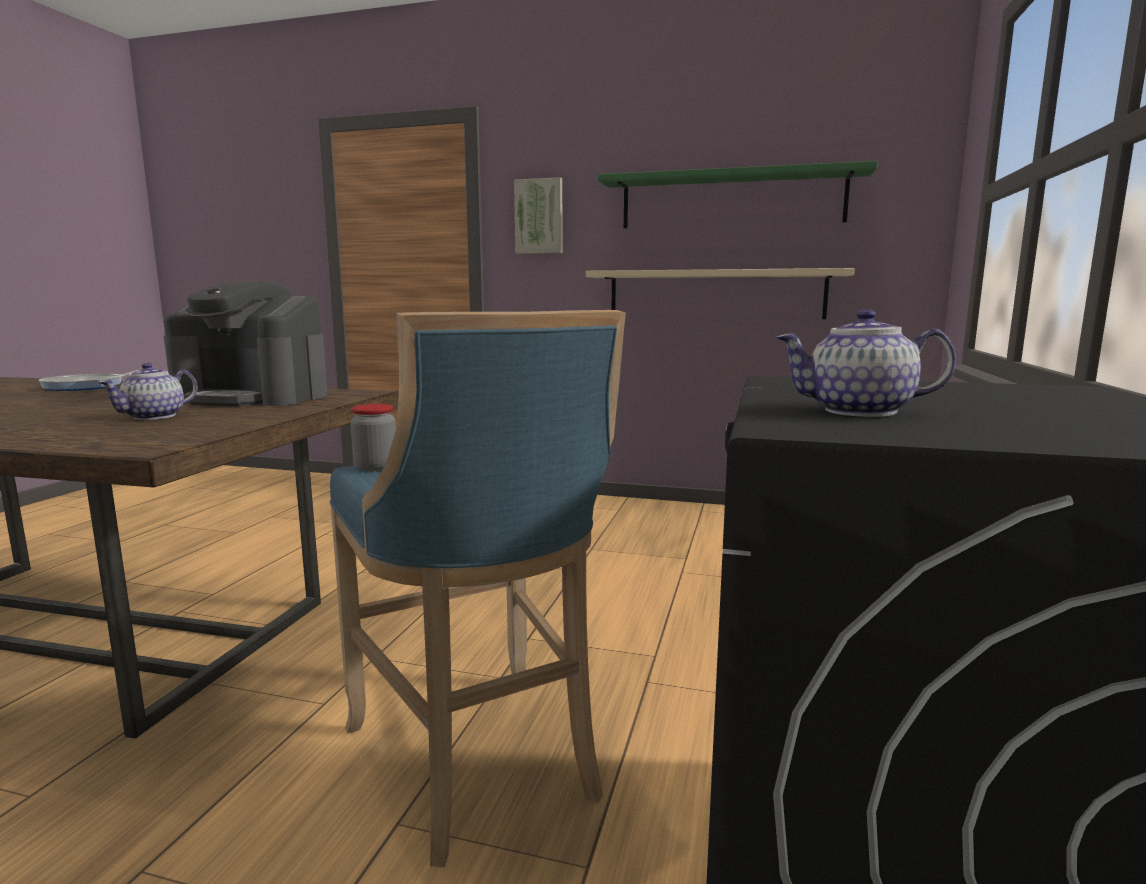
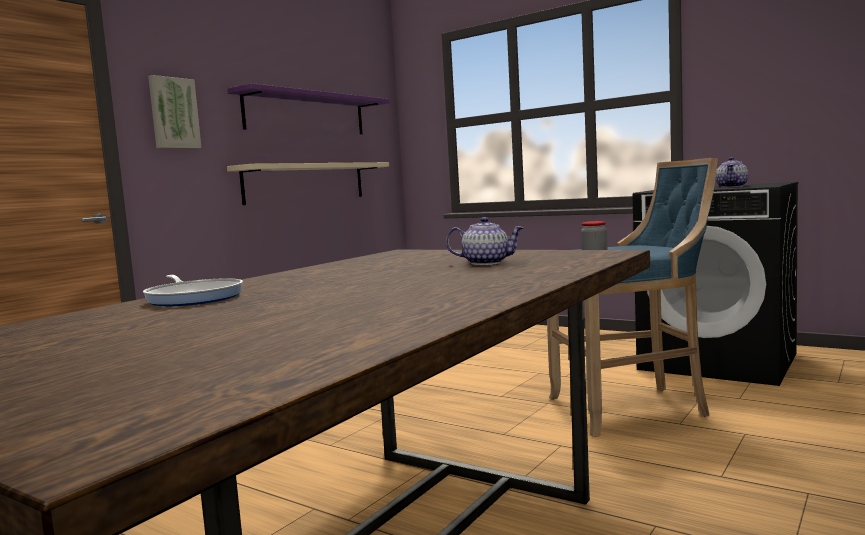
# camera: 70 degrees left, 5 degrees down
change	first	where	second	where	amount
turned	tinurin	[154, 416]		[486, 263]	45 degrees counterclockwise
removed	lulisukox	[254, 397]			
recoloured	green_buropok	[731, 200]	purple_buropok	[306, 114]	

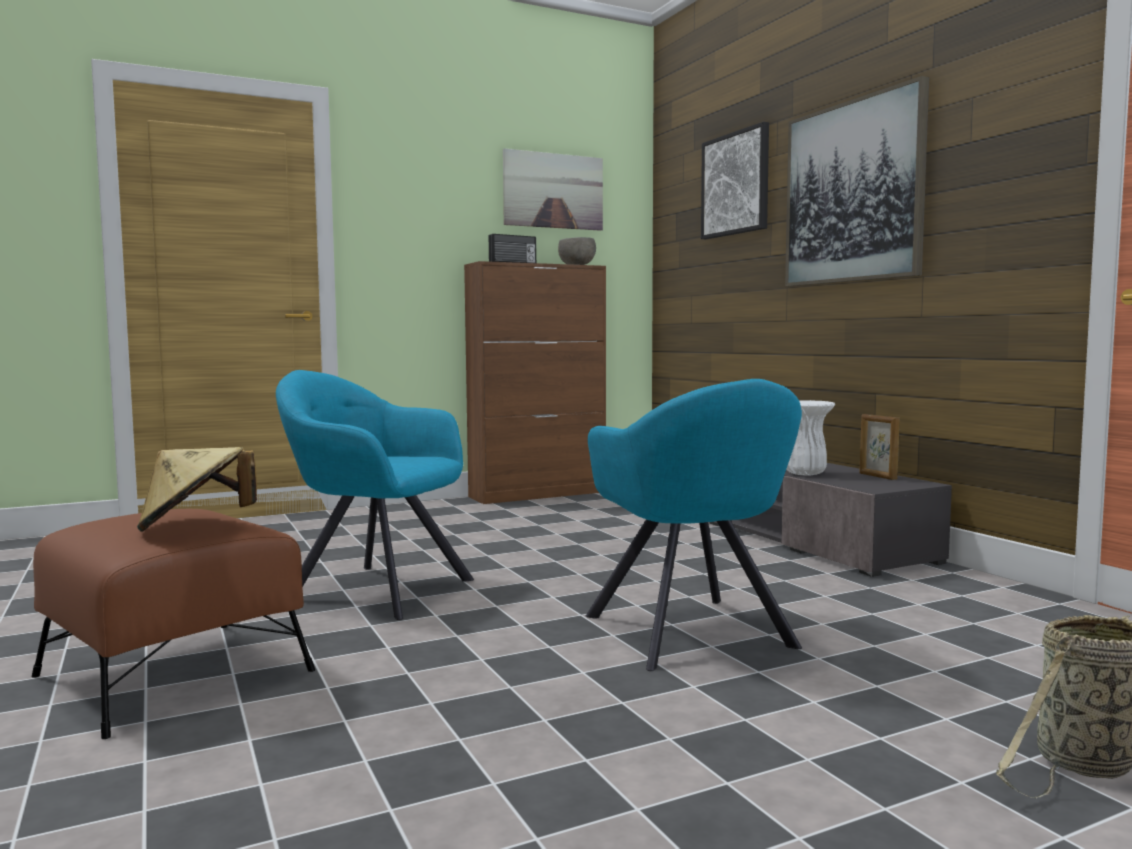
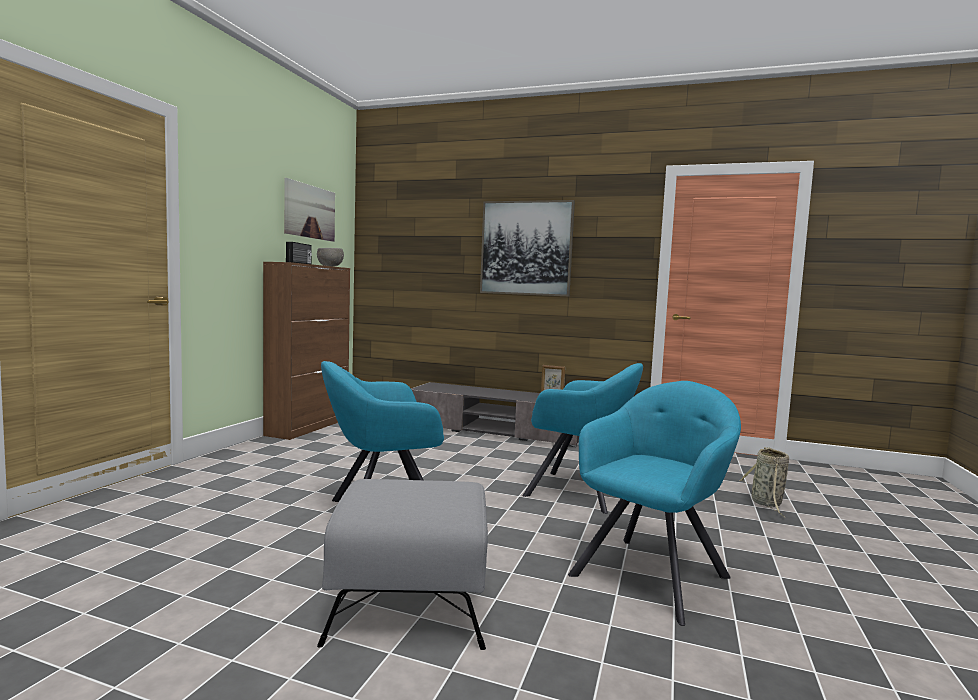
# camera: 45 degrees left, 0 degrees up
change	first	where	second	where	amount
recoloured	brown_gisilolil	[174, 674]	grey_gisilolil	[412, 602]	
removed	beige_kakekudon	[195, 526]			
removed	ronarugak	[736, 184]			
removed	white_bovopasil	[805, 474]			
added			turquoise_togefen	[652, 573]	

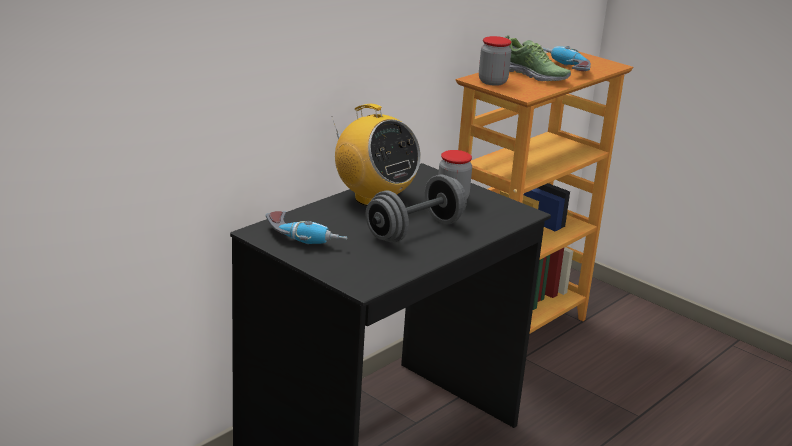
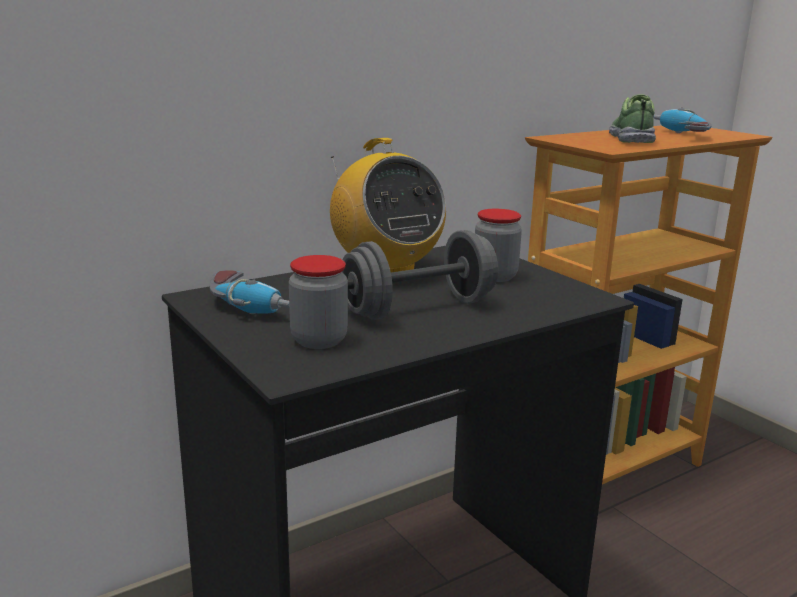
# camera: 15 degrees right, 5 degrees down
change	first	where	second	where	amount
moved	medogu	[492, 82]		[319, 340]	
turned	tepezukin	[534, 75]		[632, 138]	135 degrees counterclockwise

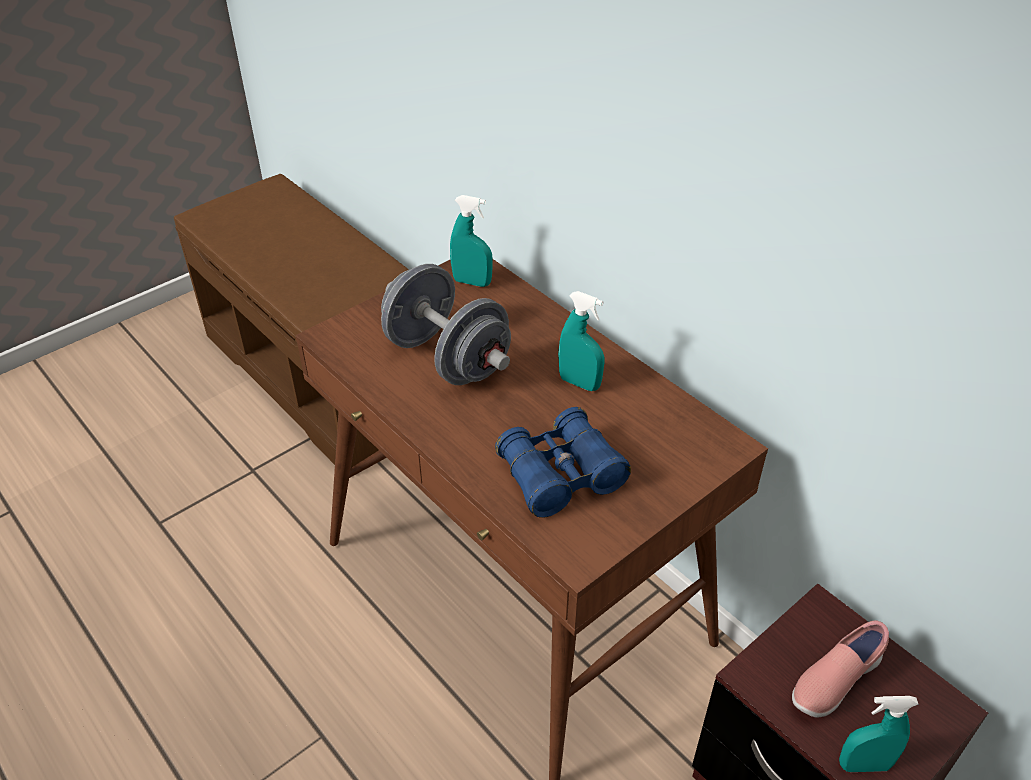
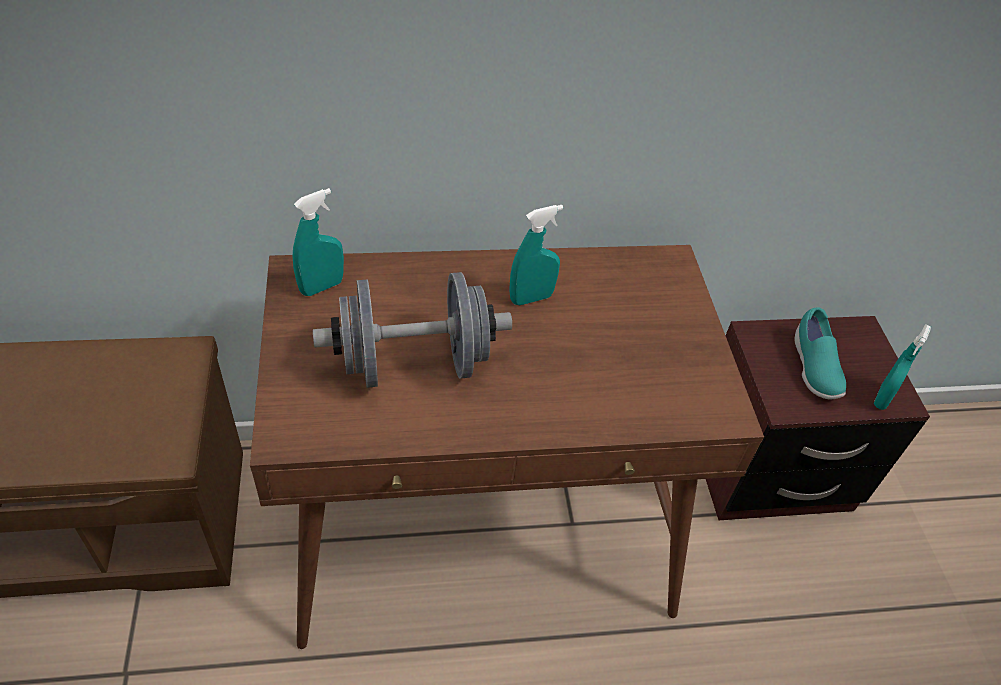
# camera: 60 degrees left, 5 degrees up
change	first	where	second	where	amount
removed	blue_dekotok	[560, 475]			
recoloured	pink_tepezukin	[834, 680]	turquoise_tepezukin	[813, 368]	

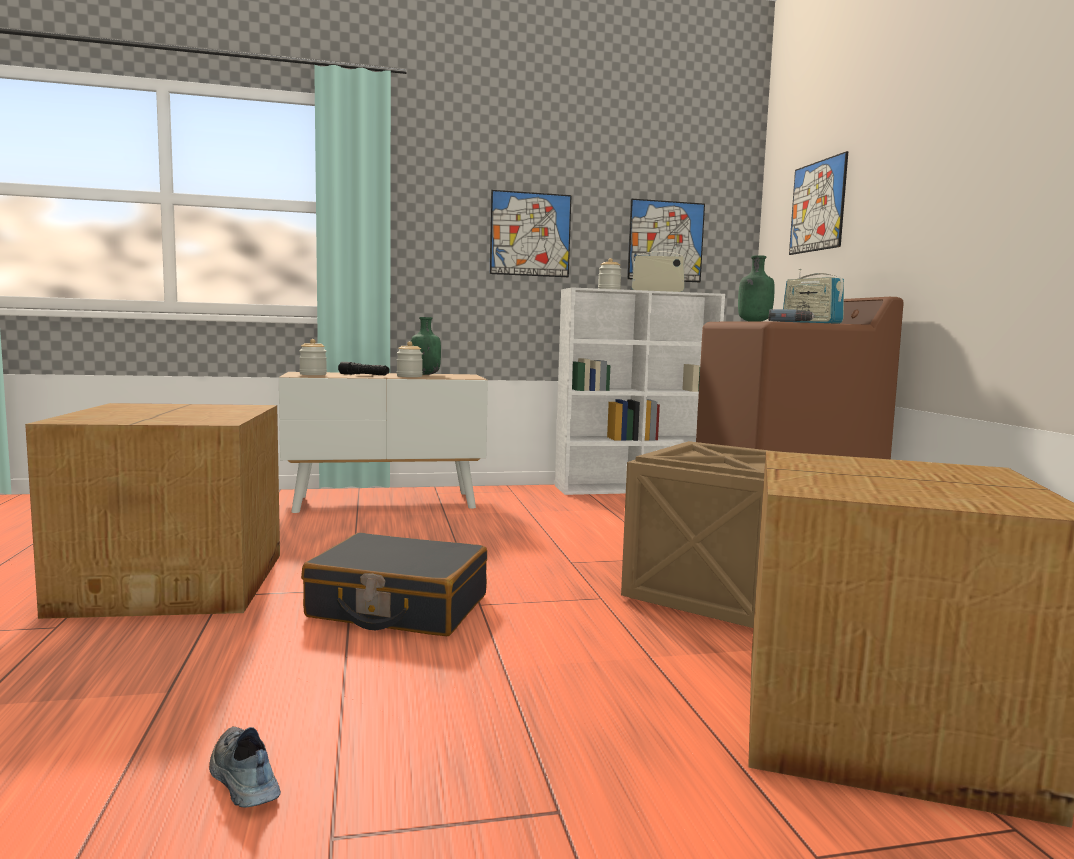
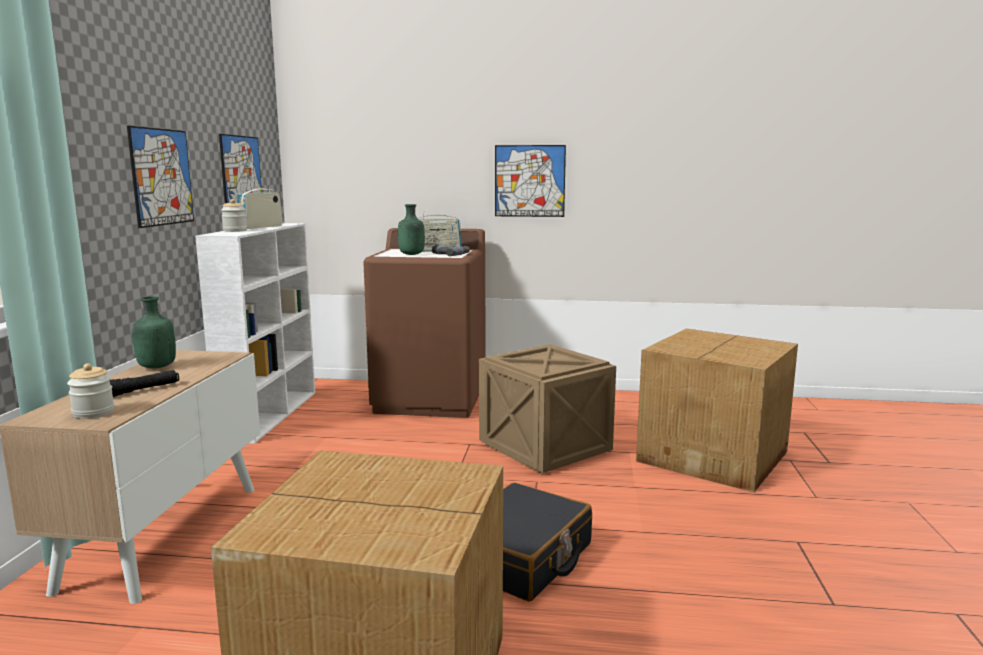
# camera: 70 degrees left, 5 degrees up
change	first	where	second	where	amount
removed	tepezukin	[242, 780]			
removed	medogu	[409, 376]			
moved	ronarugak	[817, 206]		[529, 181]	

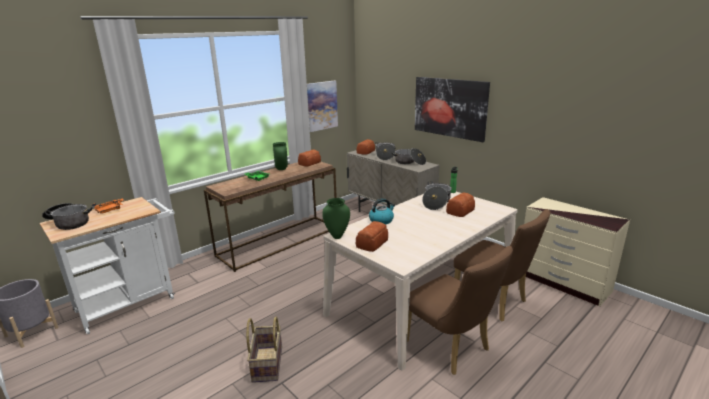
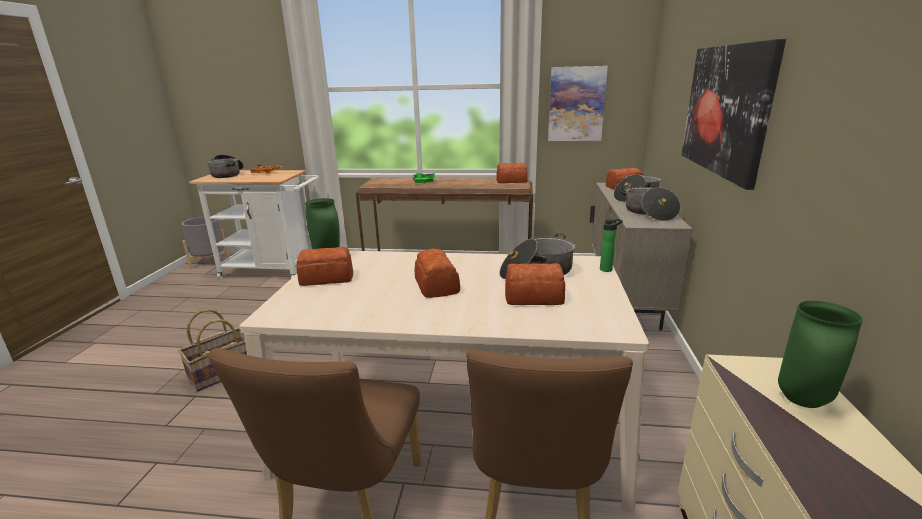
# camera: 50 degrees right, 0 degrees up
change	first	where	second	where	amount
moved	green_bovopasil	[282, 169]		[804, 401]	
removed	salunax	[381, 220]			
added			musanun	[436, 286]	

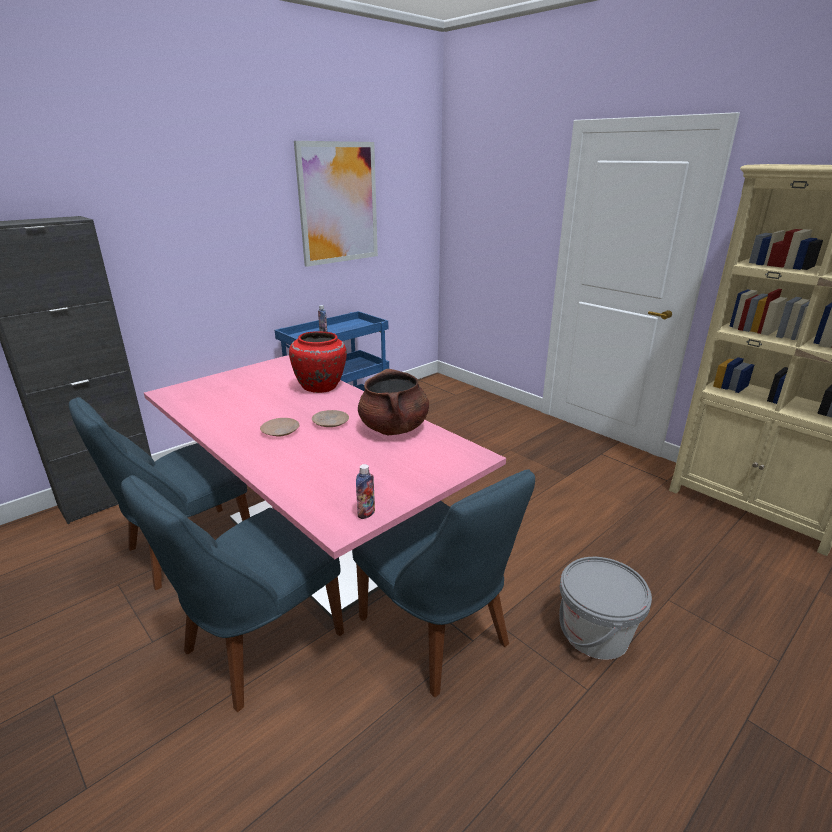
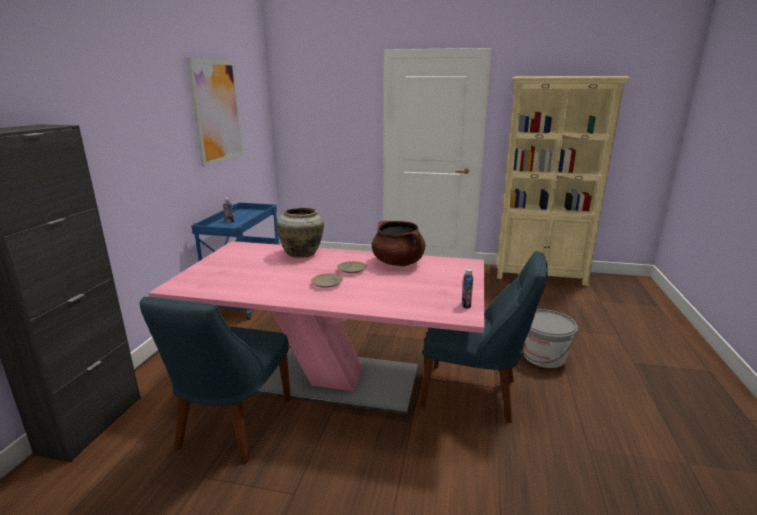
# camera: 35 degrees left, 5 degrees down
change	first	where	second	where	amount
removed	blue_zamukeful	[257, 645]			
recoloured	red_bovopasil	[321, 387]	beige_bovopasil	[302, 253]	

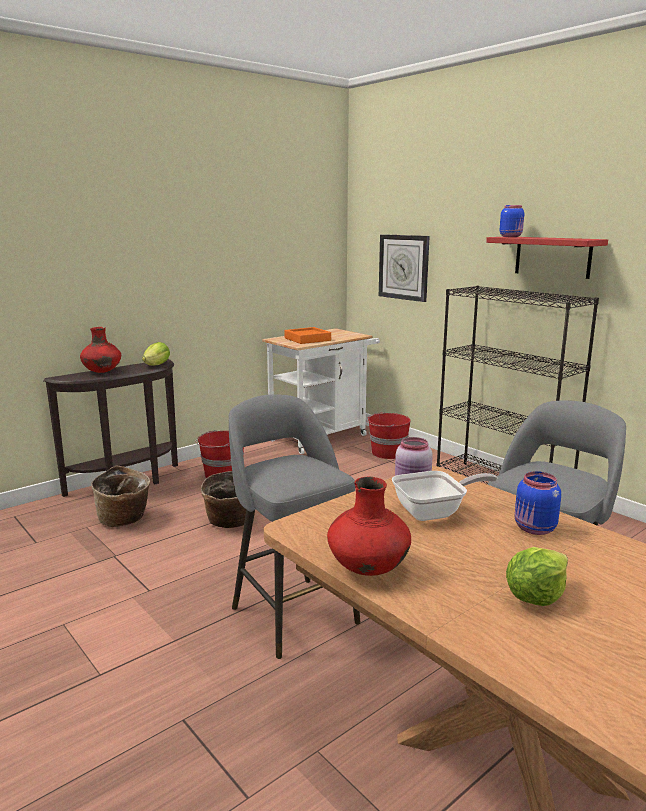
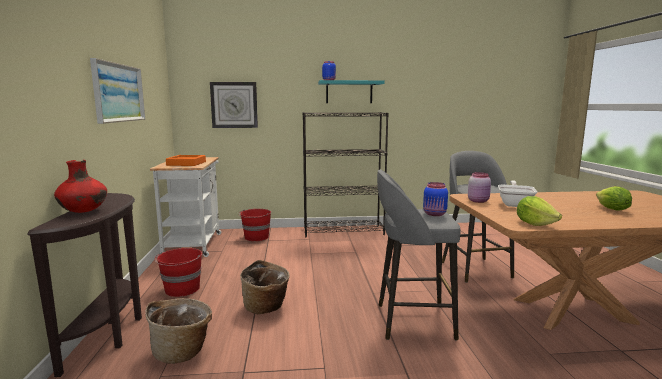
# camera: 55 degrees left, 5 degrees down
change	first	where	second	where	amount
moved	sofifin	[157, 365]		[535, 224]	
removed	red_bovopasil	[368, 568]			
recoloured	red_buropok	[552, 257]	turquoise_buropok	[349, 92]	
moved	blue_medogu	[534, 529]		[435, 214]	
added			ronarugak	[119, 93]	

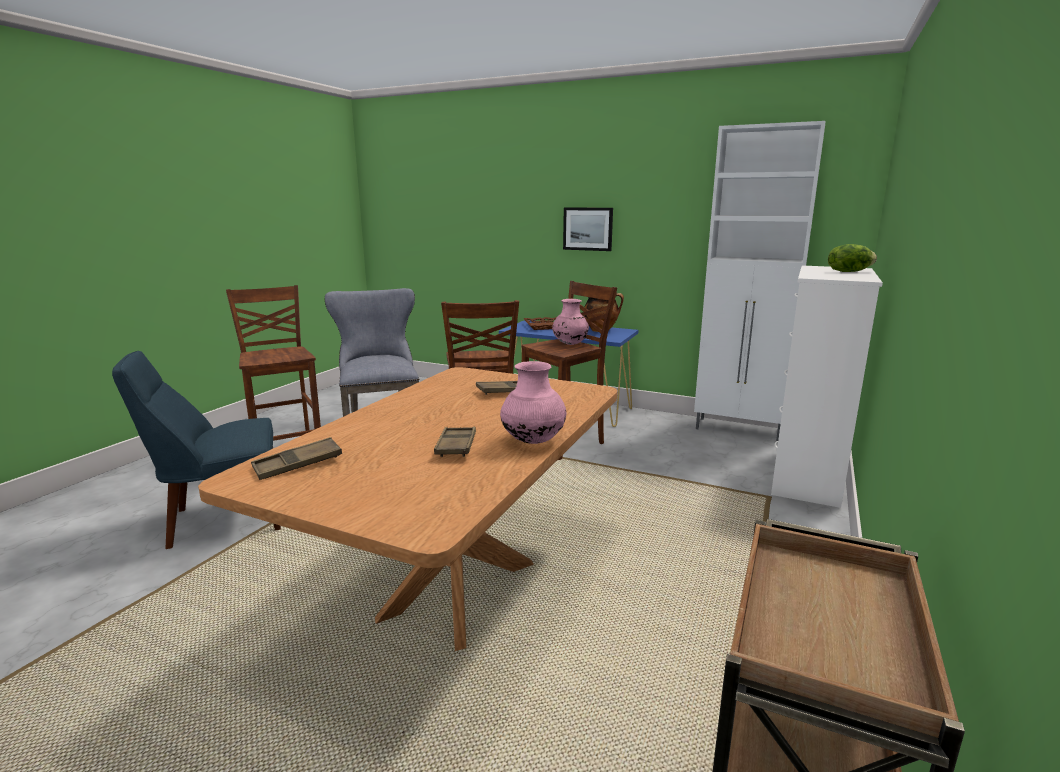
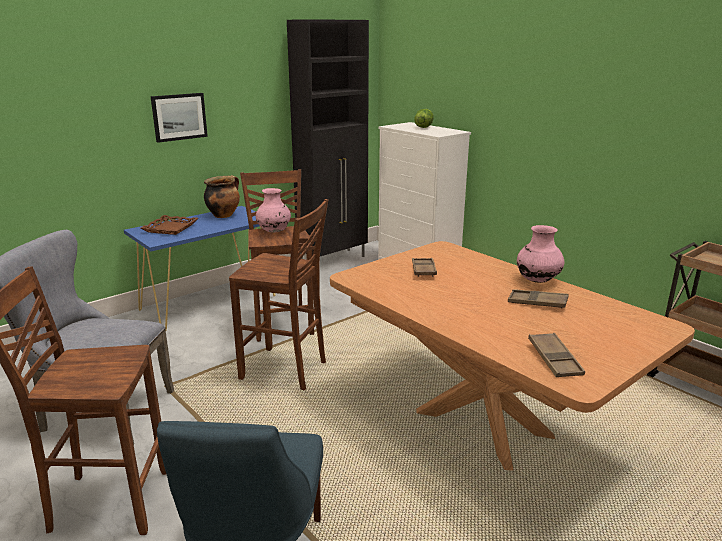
# camera: 65 degrees left, 5 degrees up
change	first	where	second	where	amount
recoloured	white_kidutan	[739, 430]	black_kidutan	[334, 260]	

